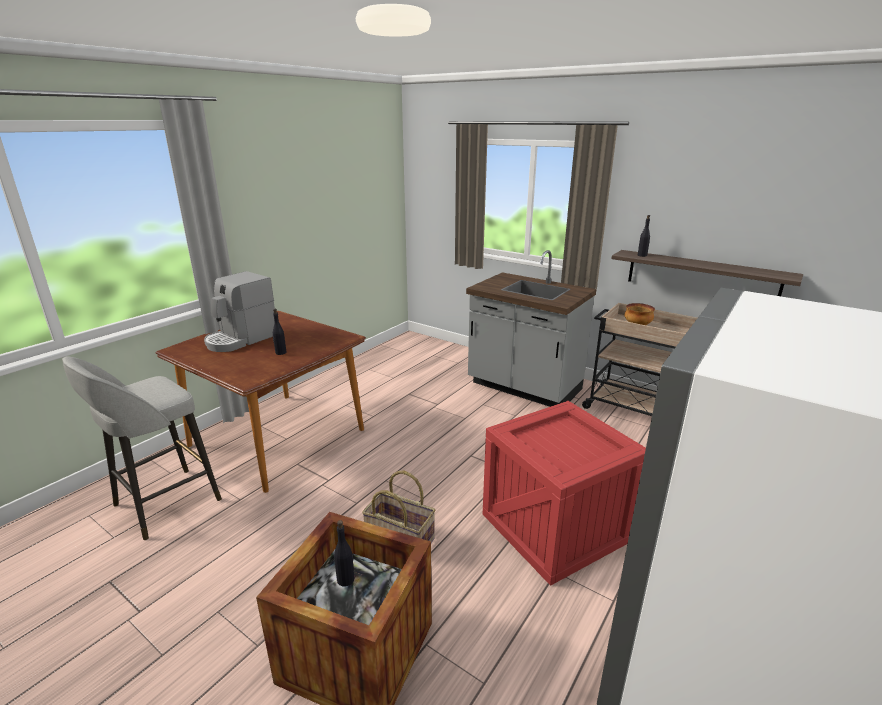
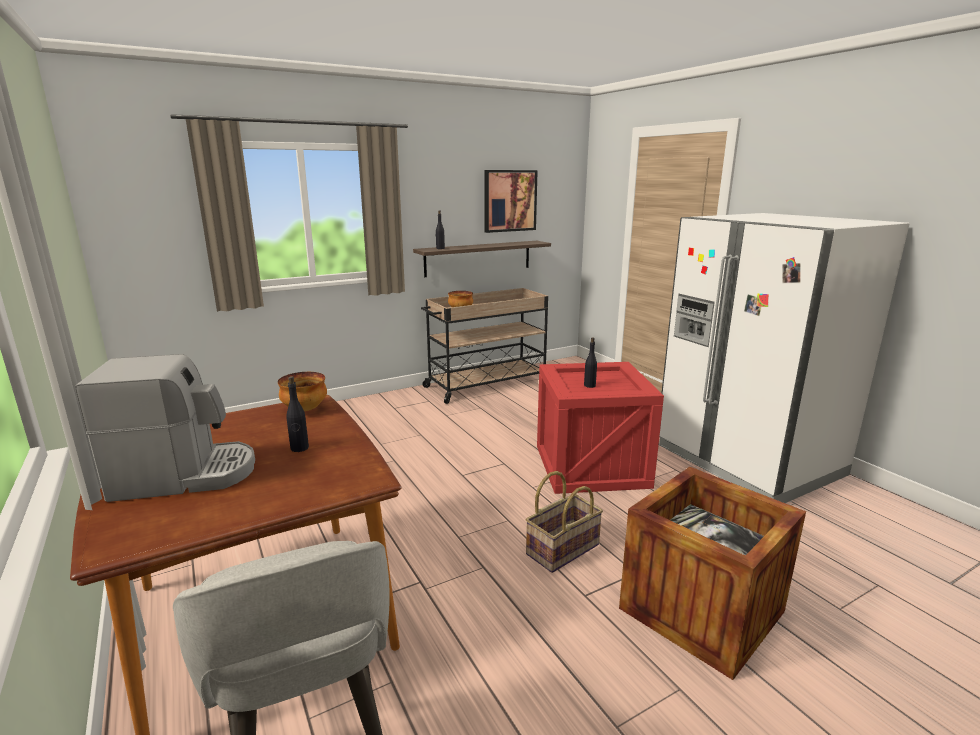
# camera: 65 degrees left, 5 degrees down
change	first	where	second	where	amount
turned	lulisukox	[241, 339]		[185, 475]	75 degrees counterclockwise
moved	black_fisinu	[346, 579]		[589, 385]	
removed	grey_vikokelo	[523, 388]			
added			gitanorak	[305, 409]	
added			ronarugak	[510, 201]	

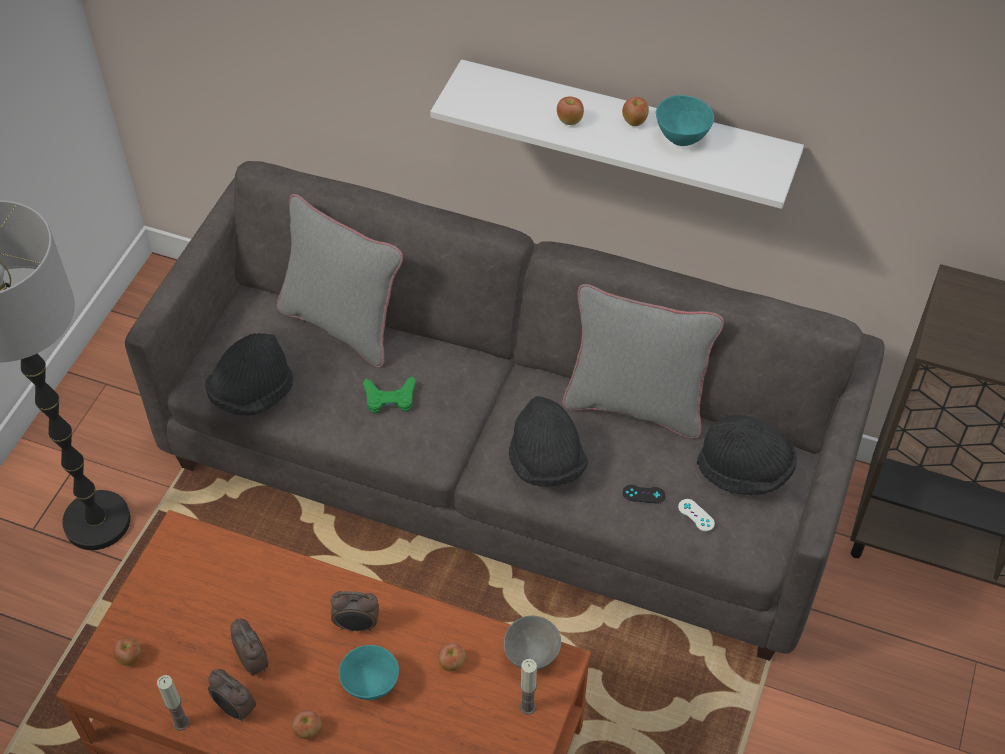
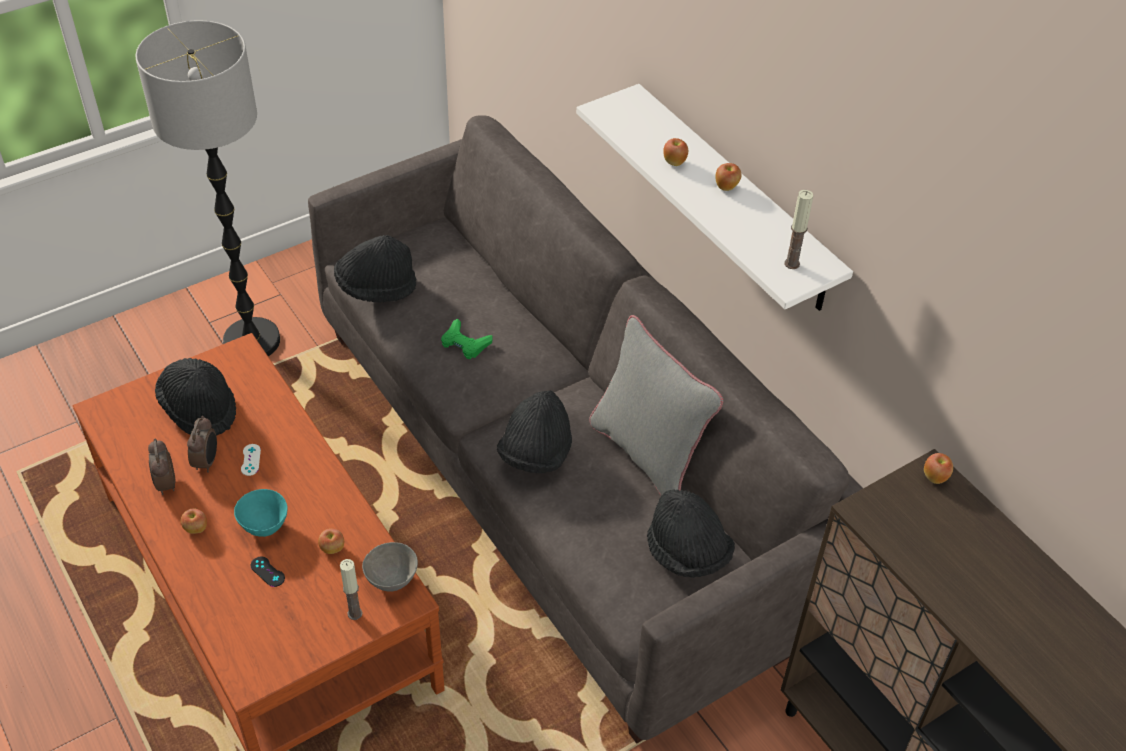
# camera: 35 degrees right, 5 degrees down
change	first	where	second	where	amount
moved	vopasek	[130, 658]		[935, 477]	
moved	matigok	[181, 723]		[792, 263]	
removed	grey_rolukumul	[342, 325]			
removed	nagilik	[357, 625]			
moved	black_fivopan	[643, 494]		[267, 572]	
removed	turquoise_gitanorak	[681, 138]			
moved	white_fivopan	[696, 515]		[250, 460]	
added			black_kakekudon	[200, 409]	

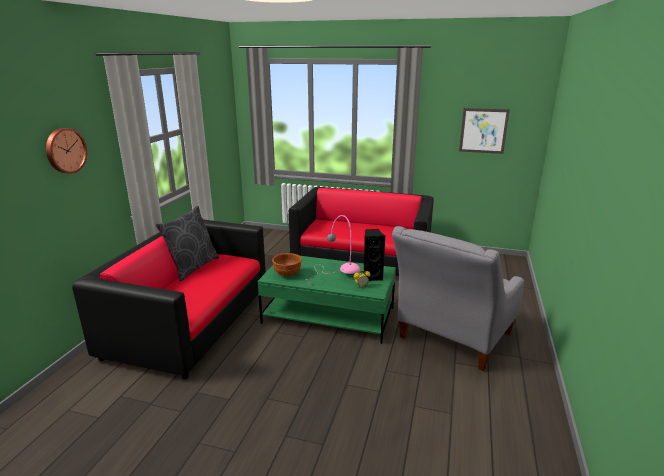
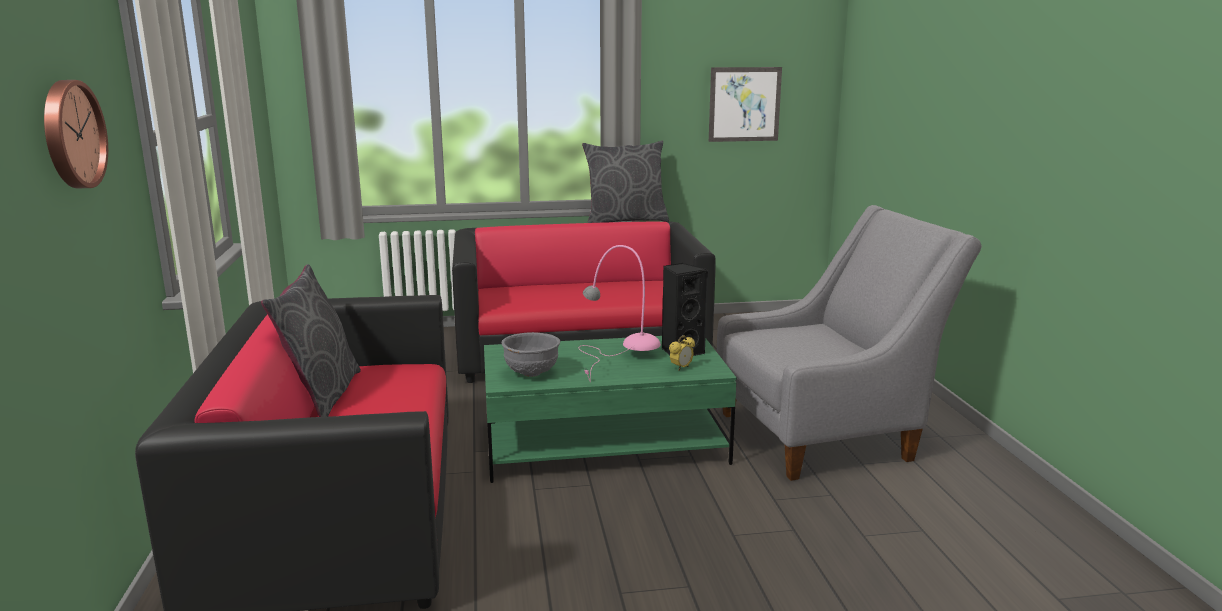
# camera: 25 degrees left, 5 degrees down
change	first	where	second	where	amount
recoloured	brown_gitanorak	[288, 274]	grey_gitanorak	[532, 373]	
turned	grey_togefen	[451, 339]		[827, 434]	120 degrees counterclockwise
added			grey_rolukumul	[625, 221]	

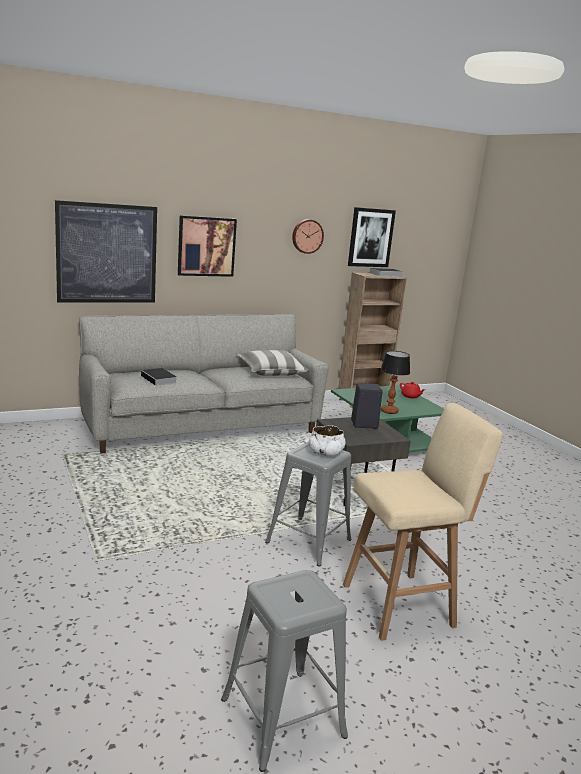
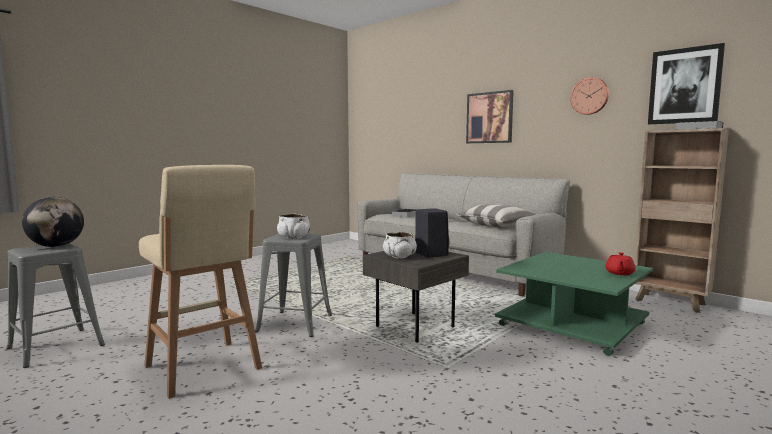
# camera: 70 degrees right, 10 degrees down
change	first	where	second	where	amount
removed	ronarugak	[107, 254]			
removed	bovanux	[389, 411]			
added			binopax	[56, 246]	
added			white_gitanorak	[399, 256]	

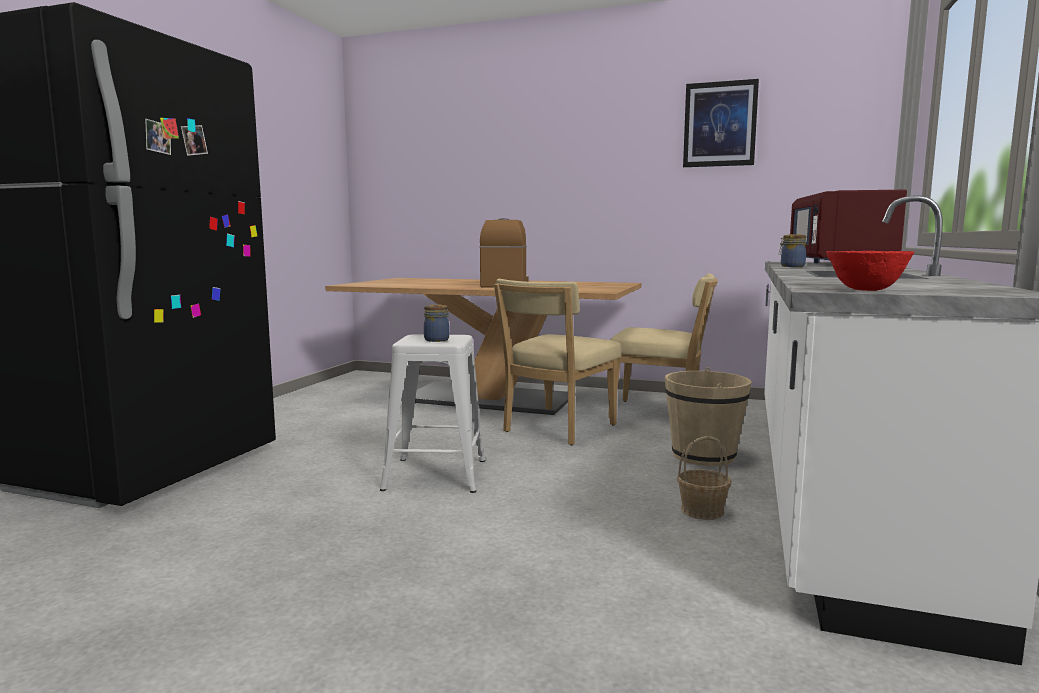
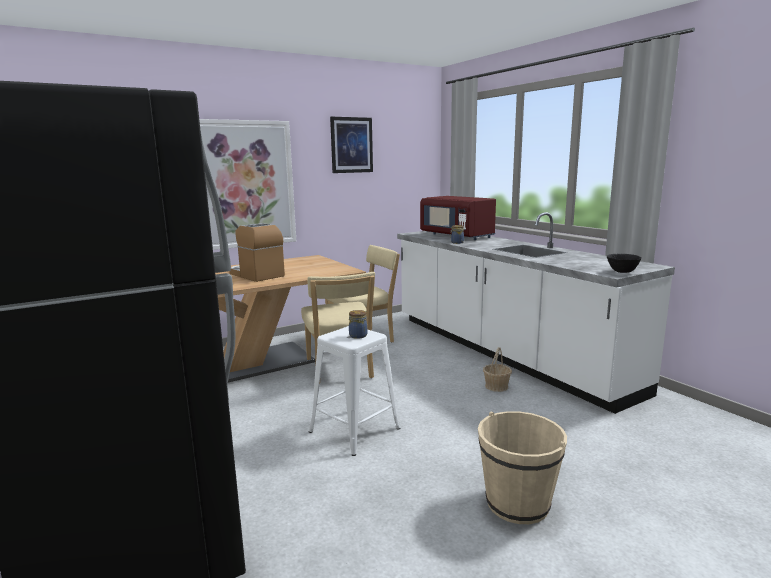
# camera: 50 degrees left, 5 degrees up
change	first	where	second	where	amount
moved	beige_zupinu	[703, 455]		[517, 503]	
recoloured	red_gitanorak	[865, 290]	black_gitanorak	[622, 272]	
added			ronarugak	[247, 184]	

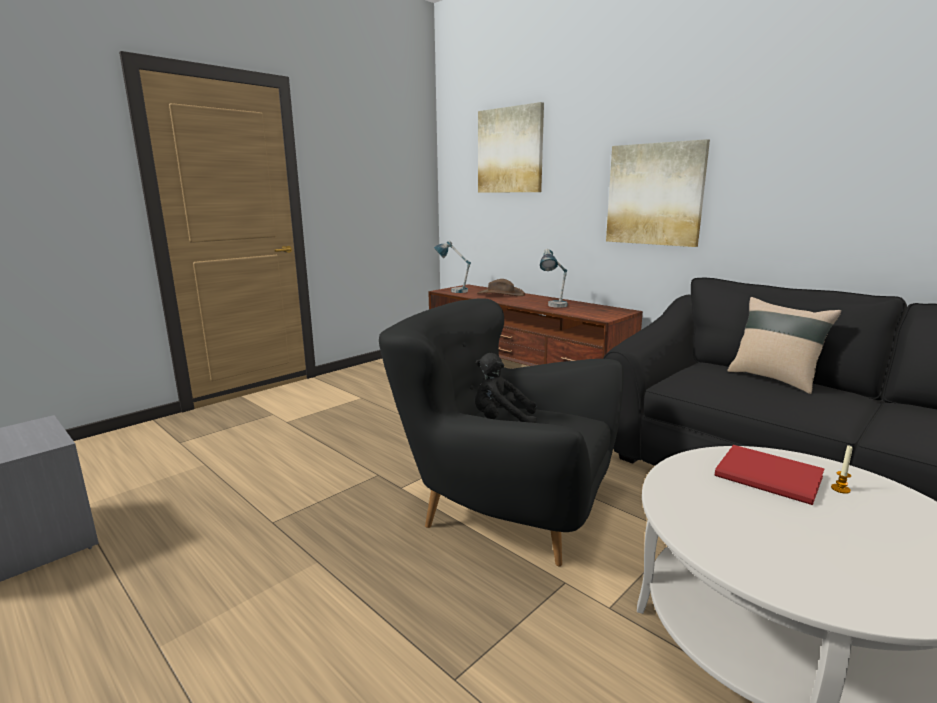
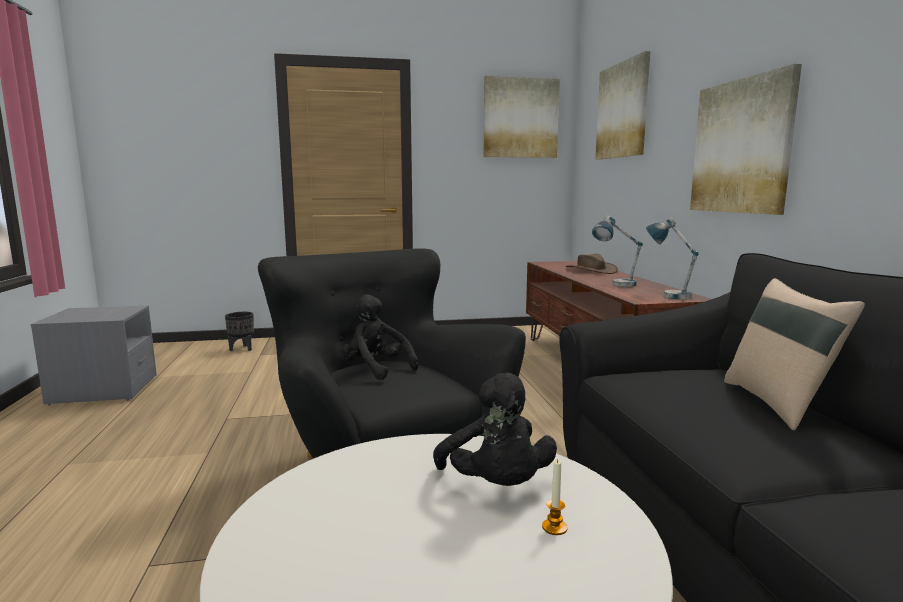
# camera: 35 degrees right, 5 degrees down
change	first	where	second	where	amount
moved	bovanux	[452, 291]		[667, 295]	
replaced	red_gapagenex	[771, 478]	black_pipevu	[496, 486]	
added			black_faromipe	[242, 349]	
added			ronarugak	[520, 118]	

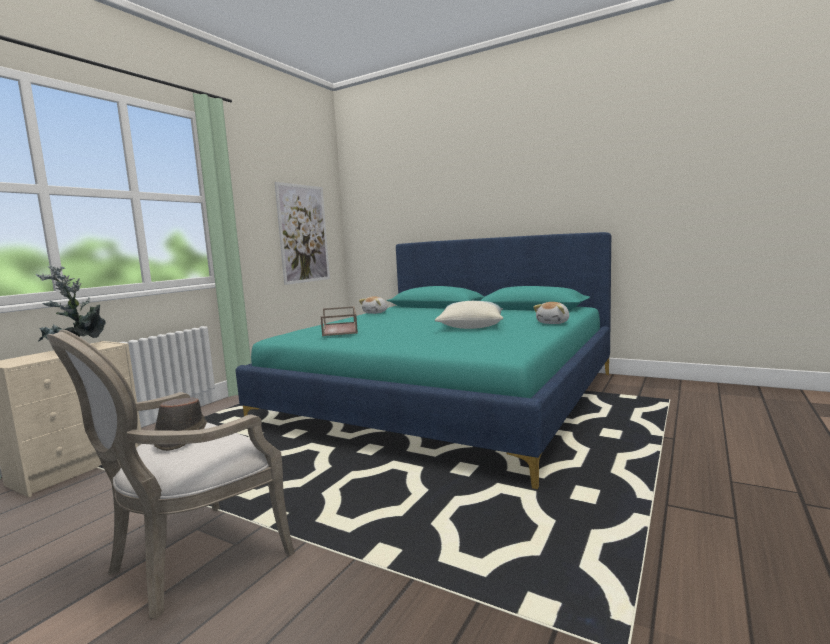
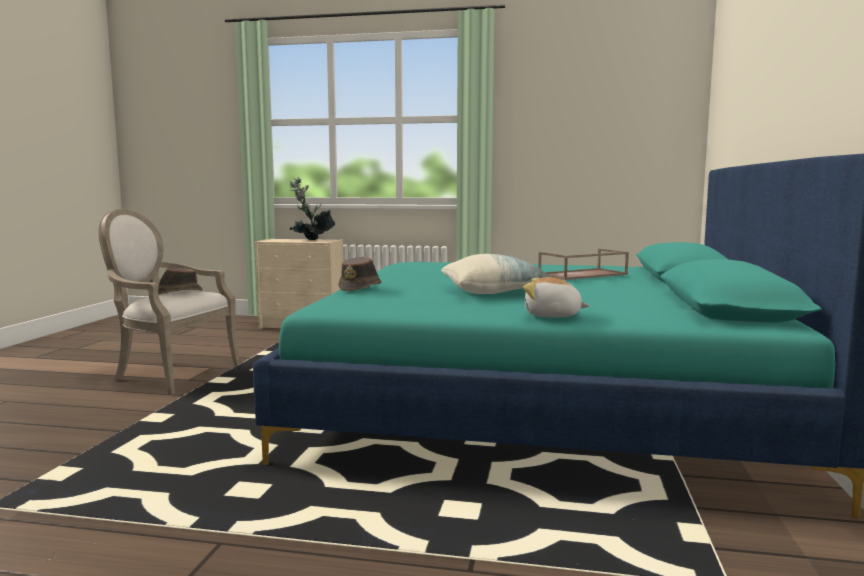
# camera: 70 degrees right, 0 degrees up
change	first	where	second	where	amount
removed	ronarugak	[303, 234]			
moved	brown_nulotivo	[340, 329]		[582, 275]	
removed	pipevu	[376, 313]			
added			brown_kakekudon	[360, 288]	

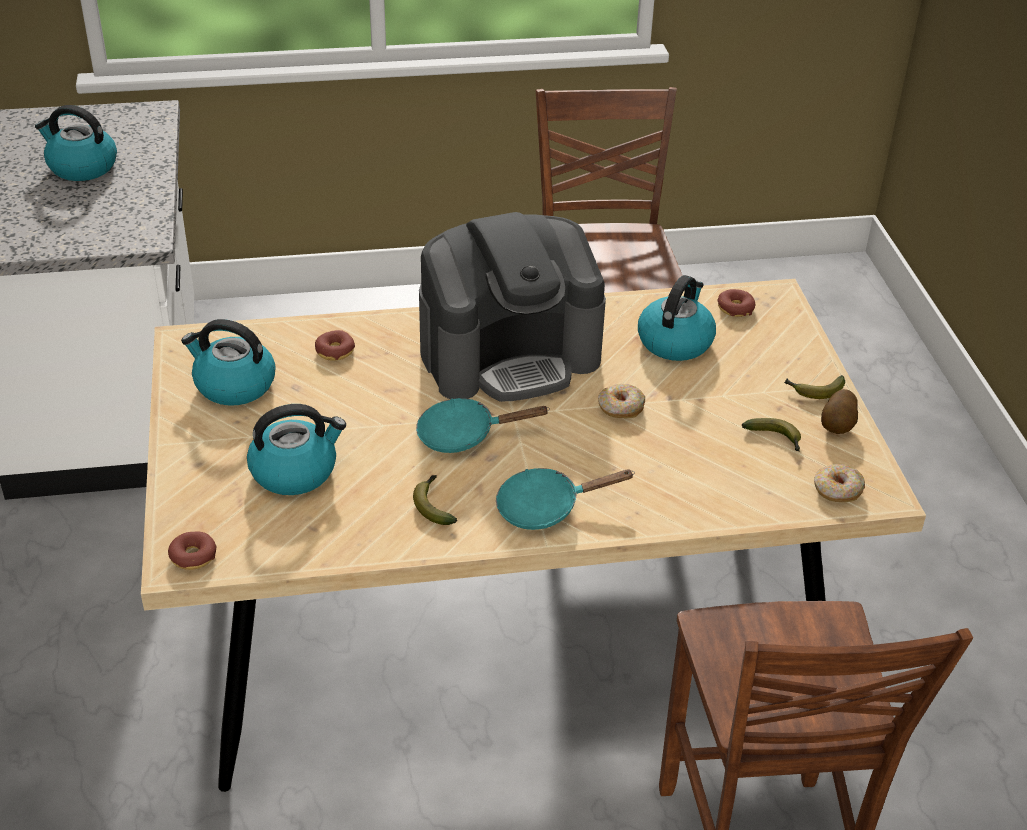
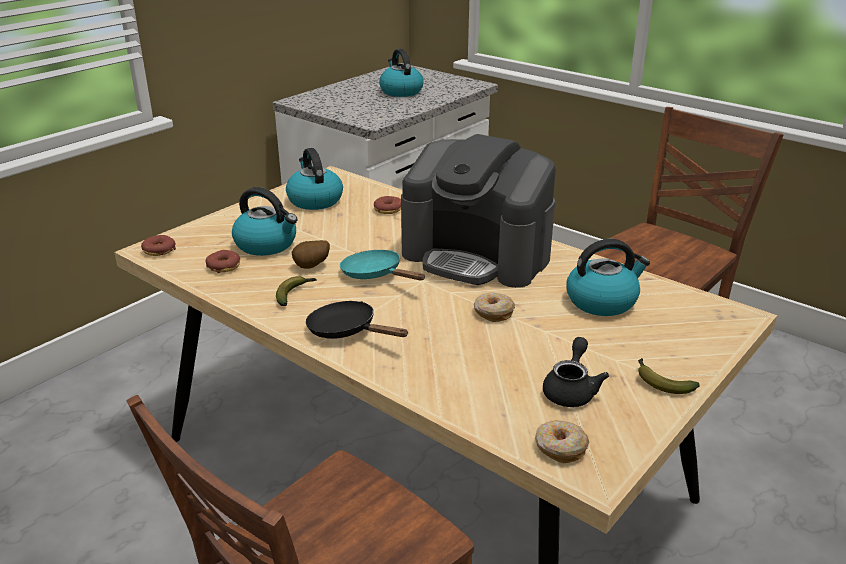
# camera: 50 degrees right, 10 degrees down
change	first	where	second	where	amount
recoloured	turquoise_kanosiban	[545, 507]	black_kanosiban	[347, 331]	
moved	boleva	[735, 308]		[224, 266]	
replaced	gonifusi	[776, 439]	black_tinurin	[571, 390]	
moved	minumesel	[838, 427]		[312, 267]	

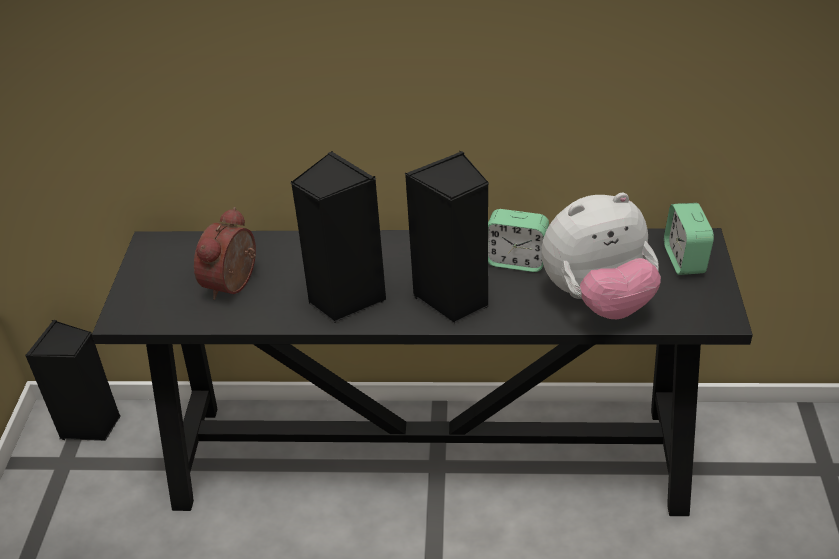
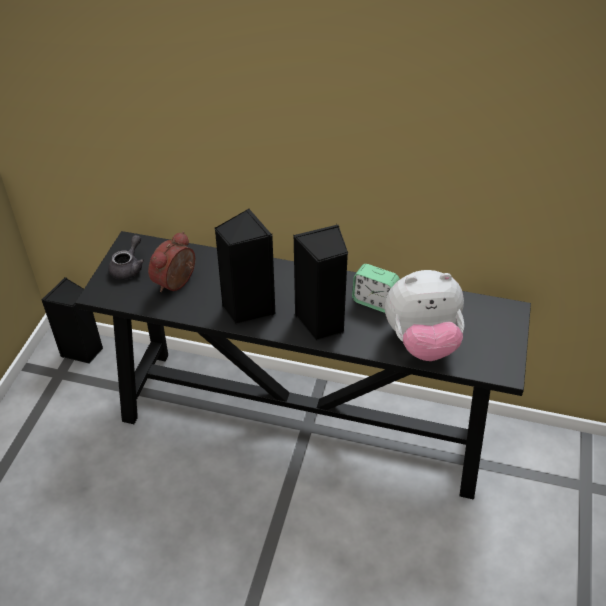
# camera: 10 degrees right, 5 degrees up
change	first	where	second	where	amount
removed	nagilik	[684, 259]			
added			grey_tinurin	[129, 268]	

